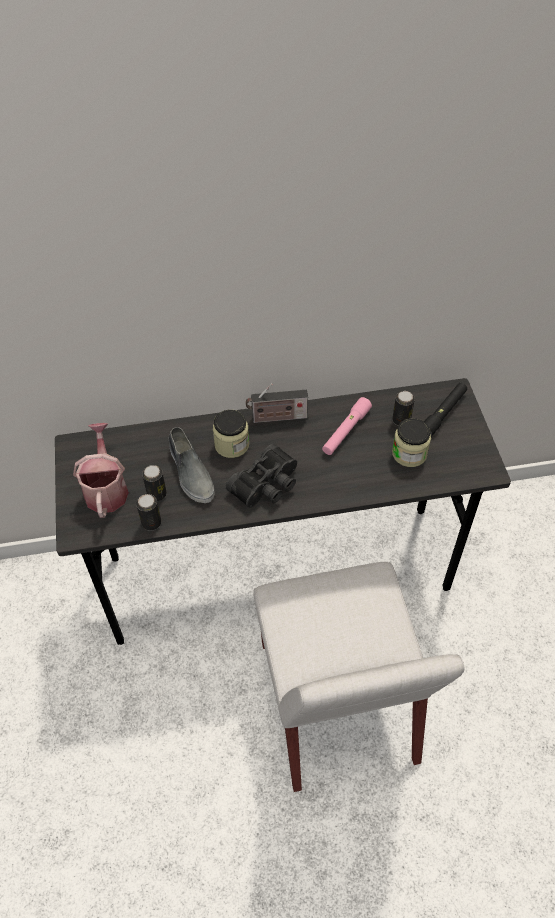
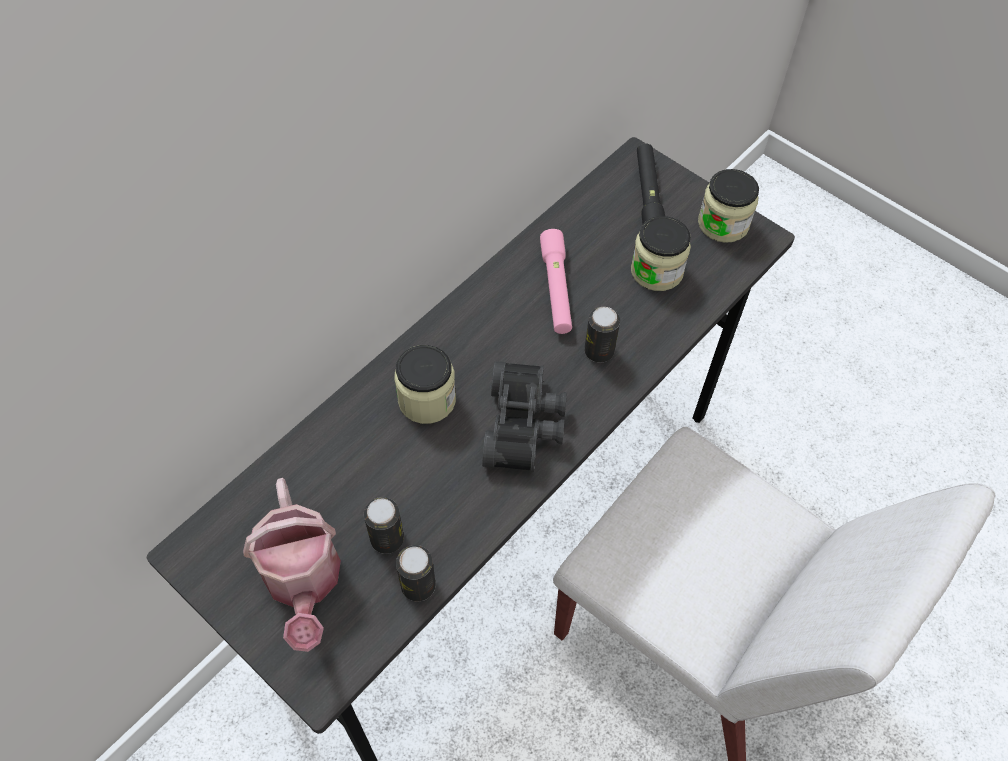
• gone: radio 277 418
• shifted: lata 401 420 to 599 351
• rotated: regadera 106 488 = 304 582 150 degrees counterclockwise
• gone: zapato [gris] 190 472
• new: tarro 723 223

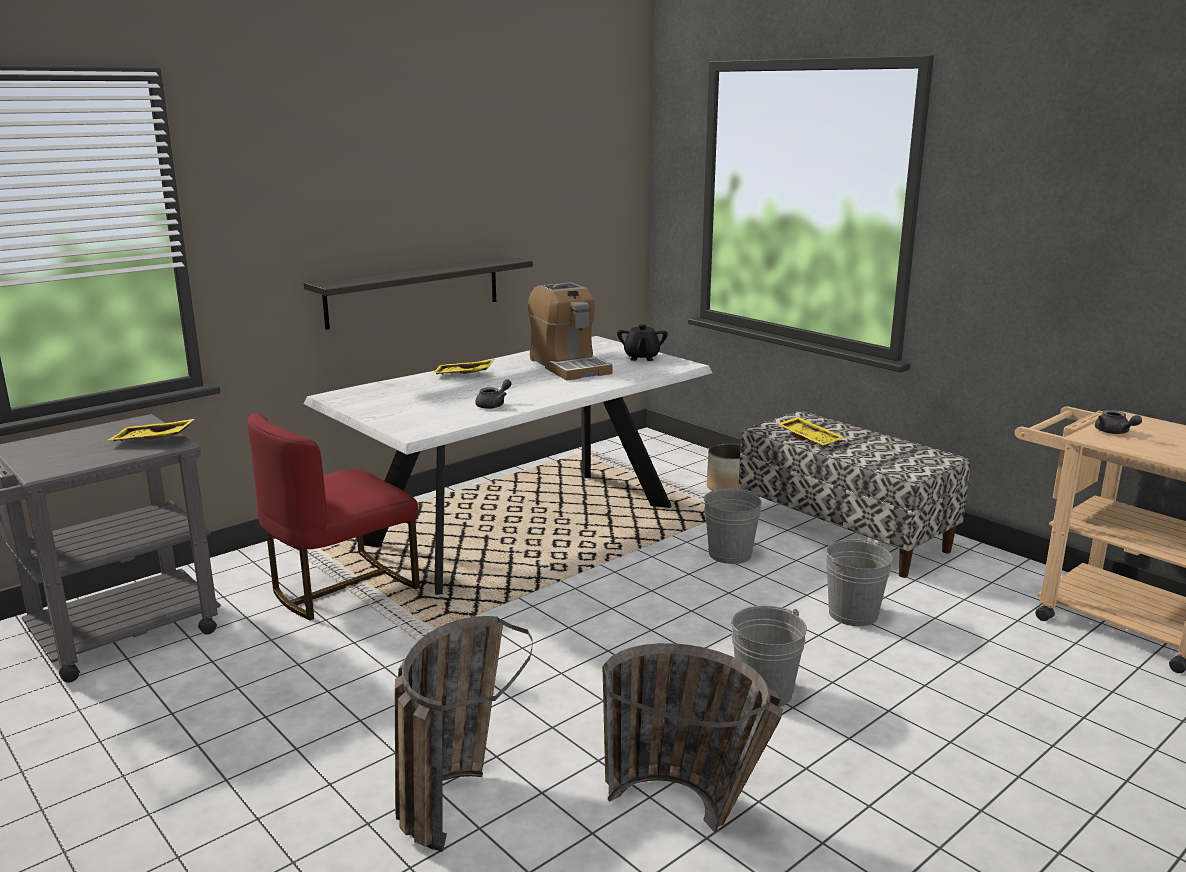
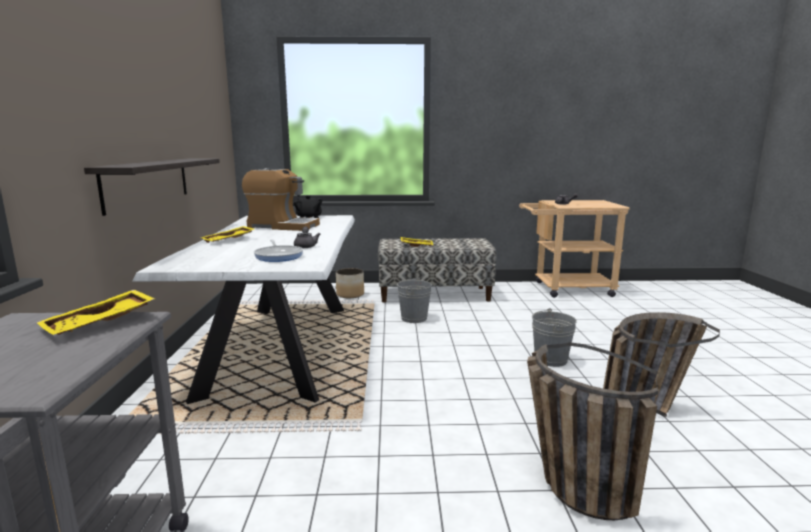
• gone: silla [rojo] 341 587
• gone: cubo [gris] 853 614
• new: sartén 279 256

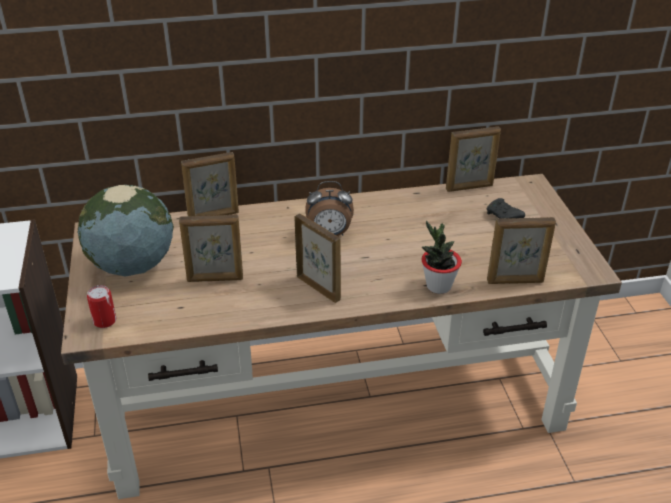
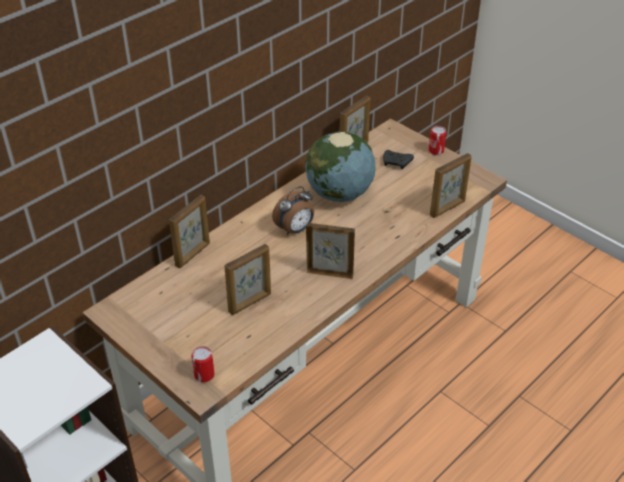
• shifted: globo terráqueo 132 266 to 339 194
• gone: planta en maceta 438 286
• new: lata 436 150

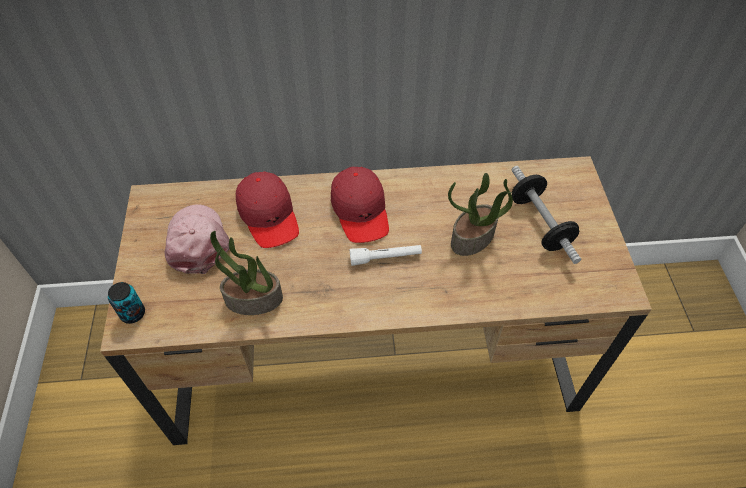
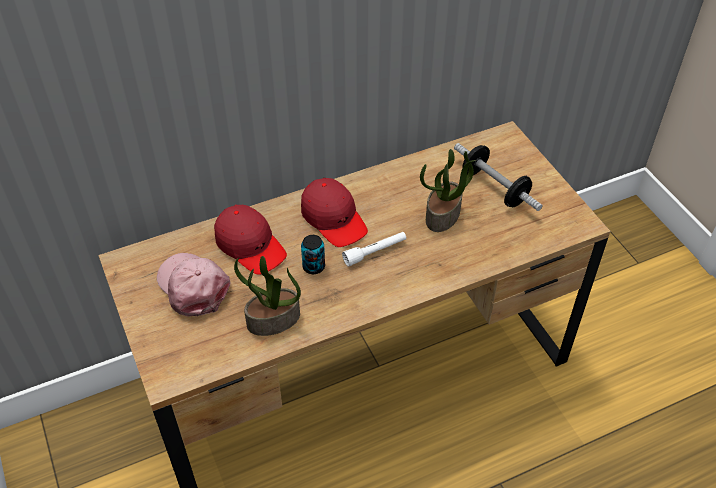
• shifted: lata 133 313 to 313 267

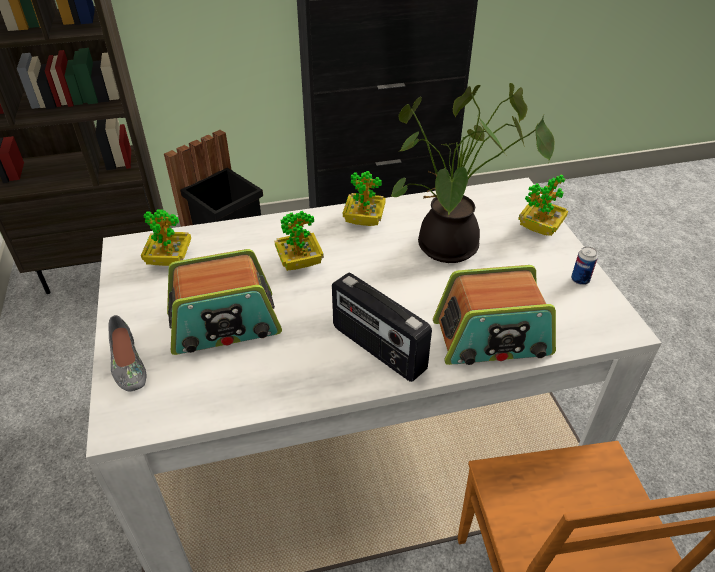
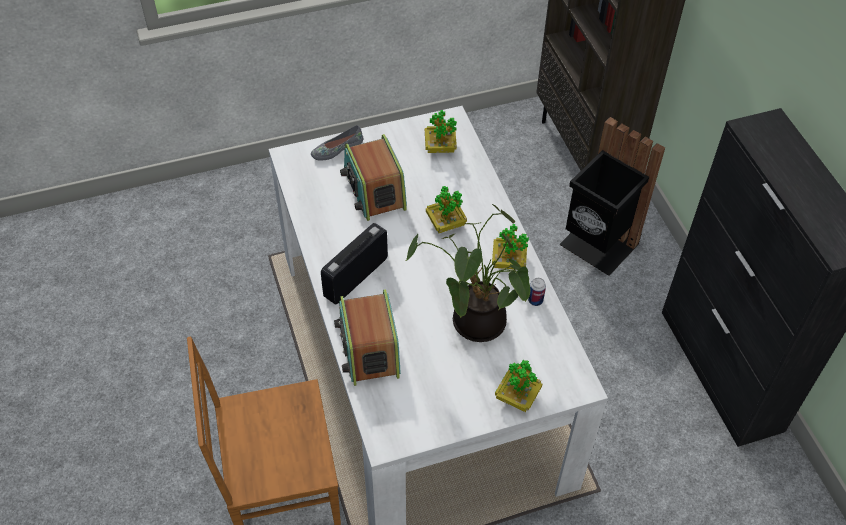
• shifted: lata 580 280 to 535 300

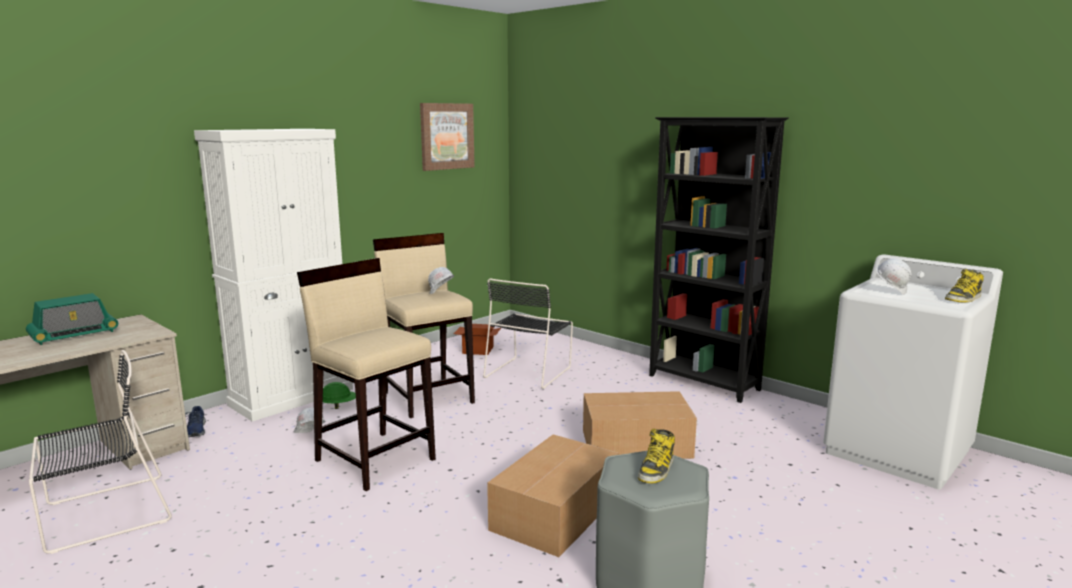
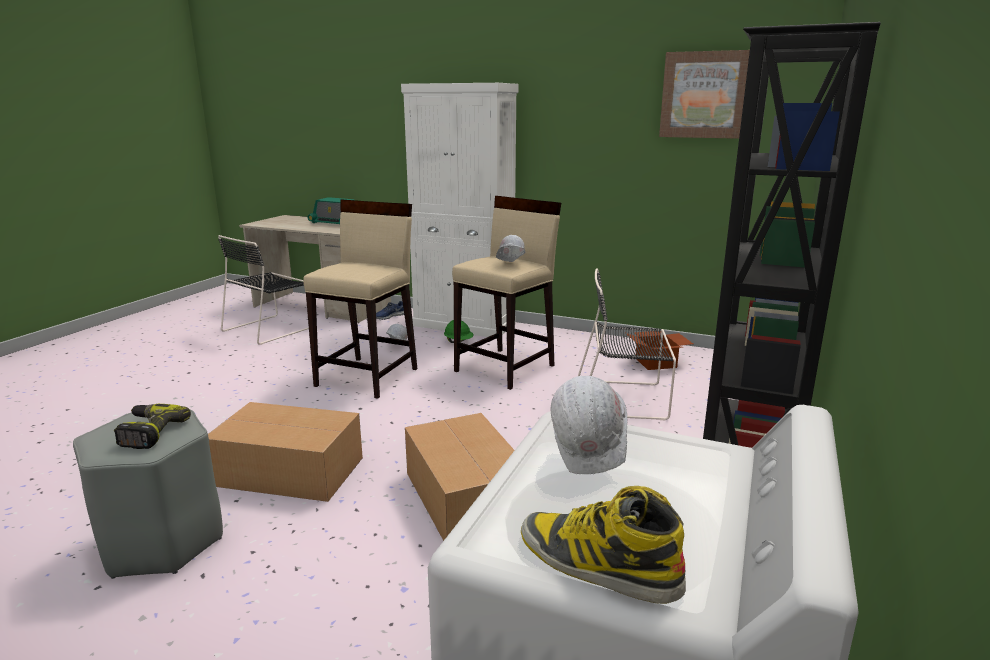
• rotated: silla [negro] 102 514 = 271 328 90 degrees clockwise
• swapped: bota 656 469 to taladro 148 433

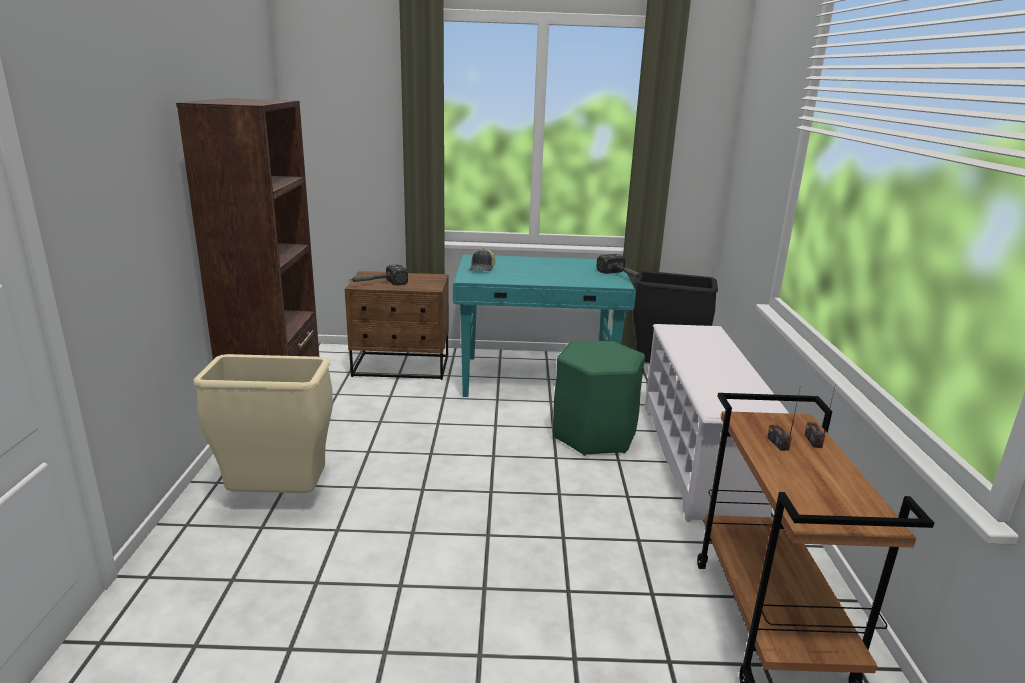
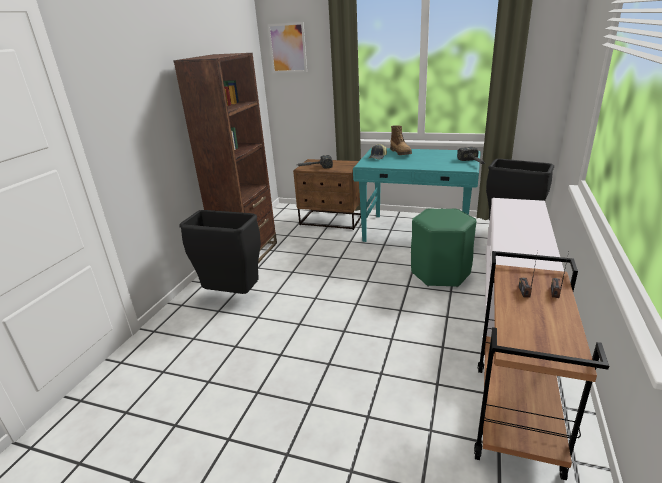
• repainted: papelera [beis] 278 498 to papelera [negro] 233 295
• new: cuadro 287 48
• new: bota 401 152

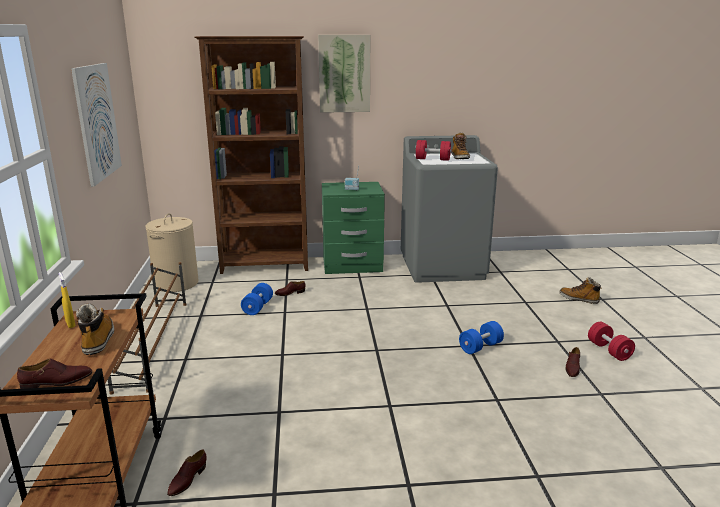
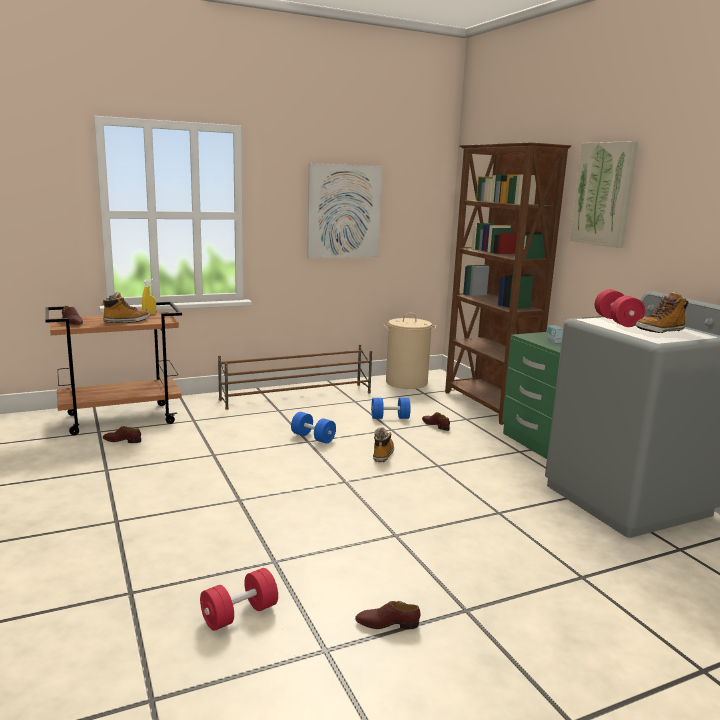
• shifted: bota 579 299 to 383 454
• shifted: mancuerna [azul] 480 347 to 313 438
• shifted: mancuerna [rojo] 609 350 to 239 614

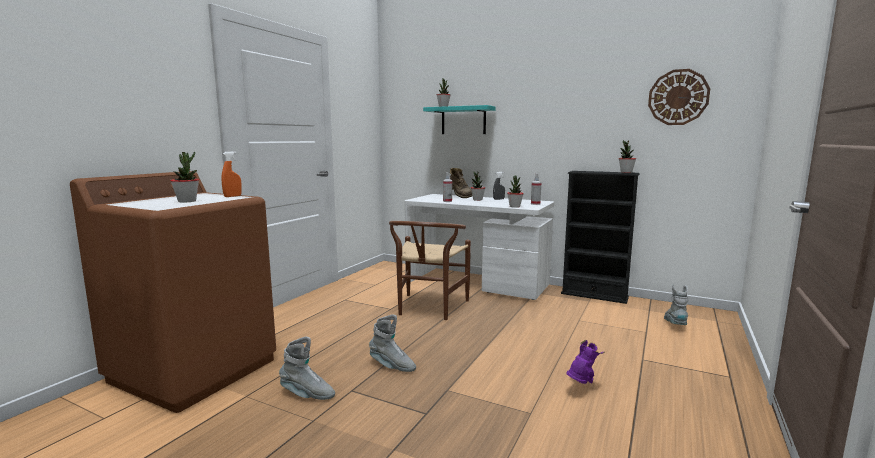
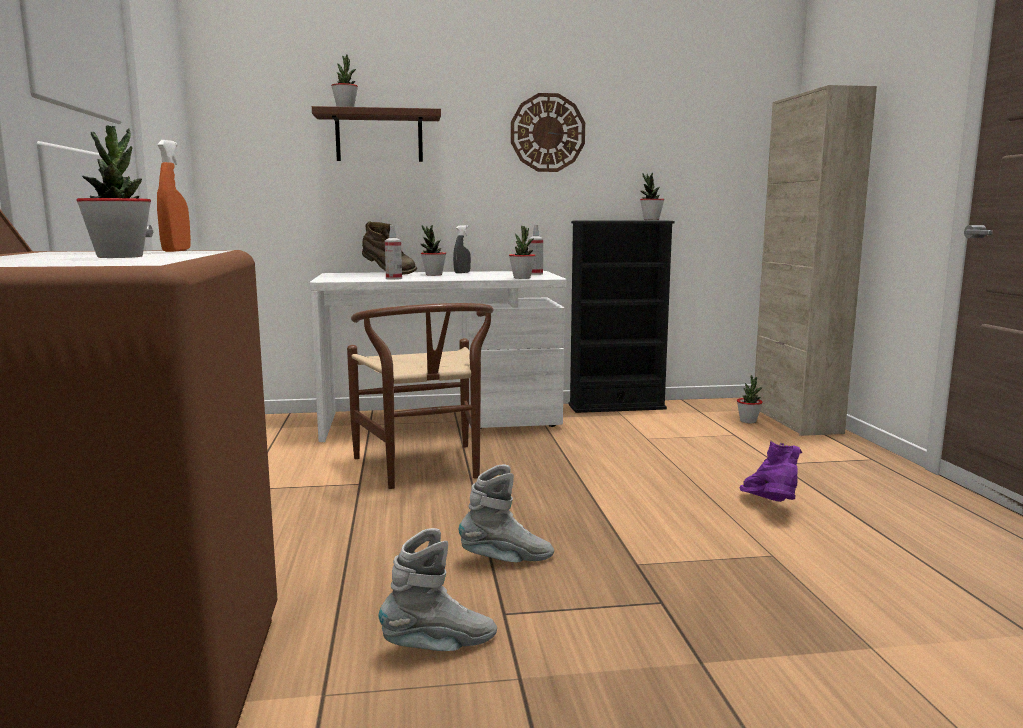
• shifted: reloj de pared 678 97 to 547 133
• repainted: estante [turquesa] 463 120 to estante [marrón] 379 137
• swapped: bota [gris] 675 325 to planta en maceta 748 421
• new: armario [beis] 795 420

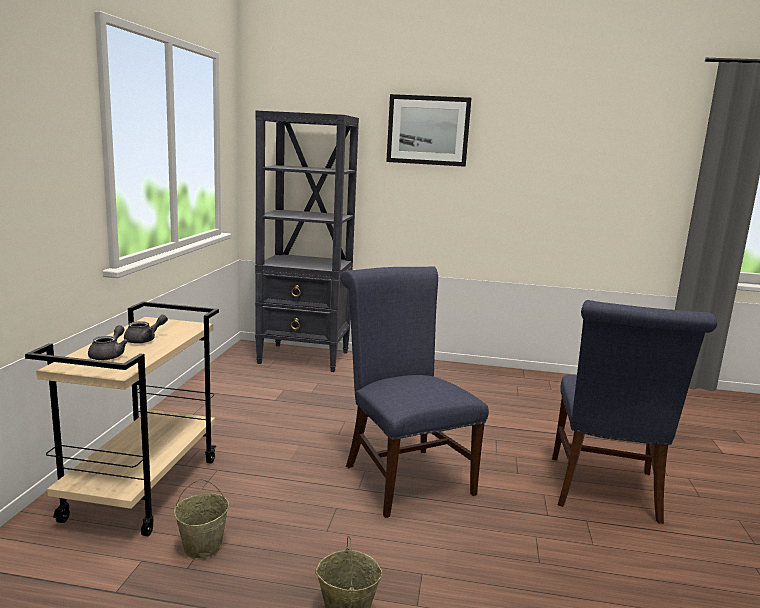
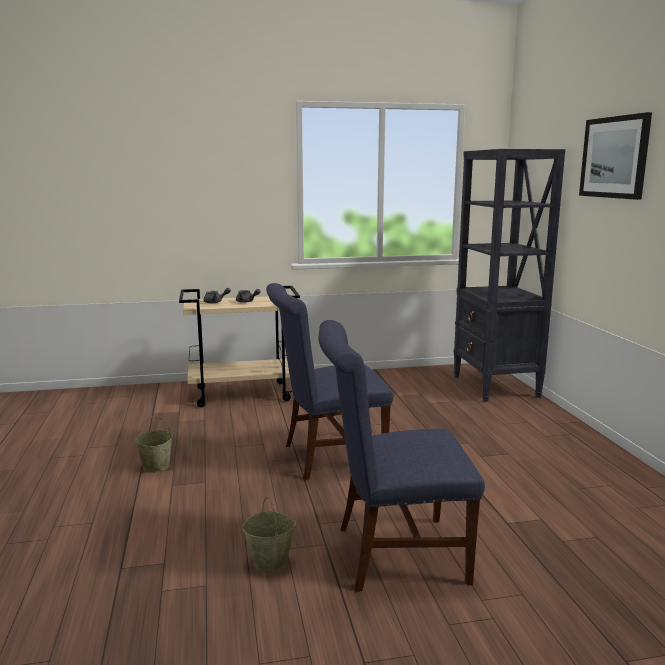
• rotated: silla [azul] 403 476 = 327 457 150 degrees counterclockwise
• shifted: cubo [beis] 203 547 to 271 561

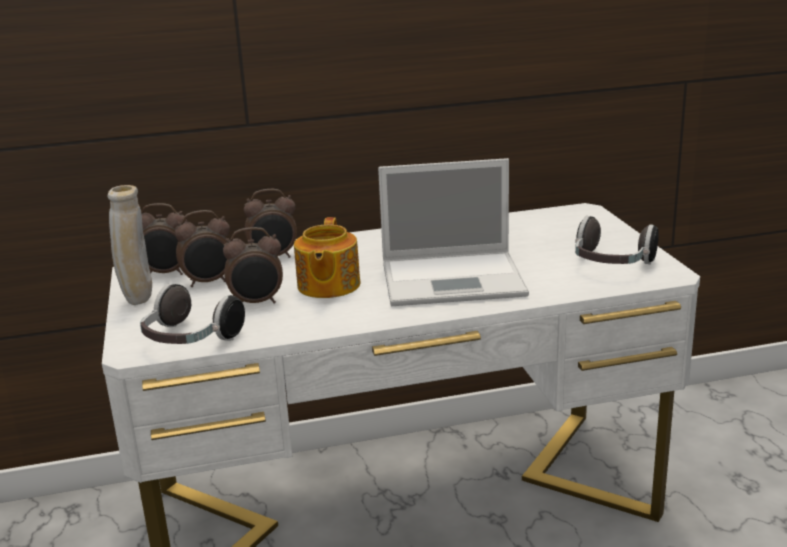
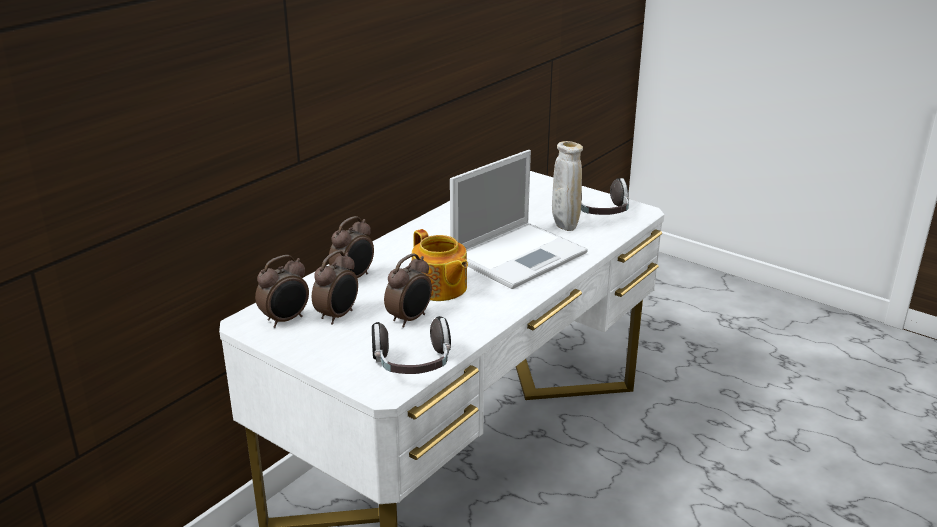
• shifted: florero [beis] 138 300 to 564 228

